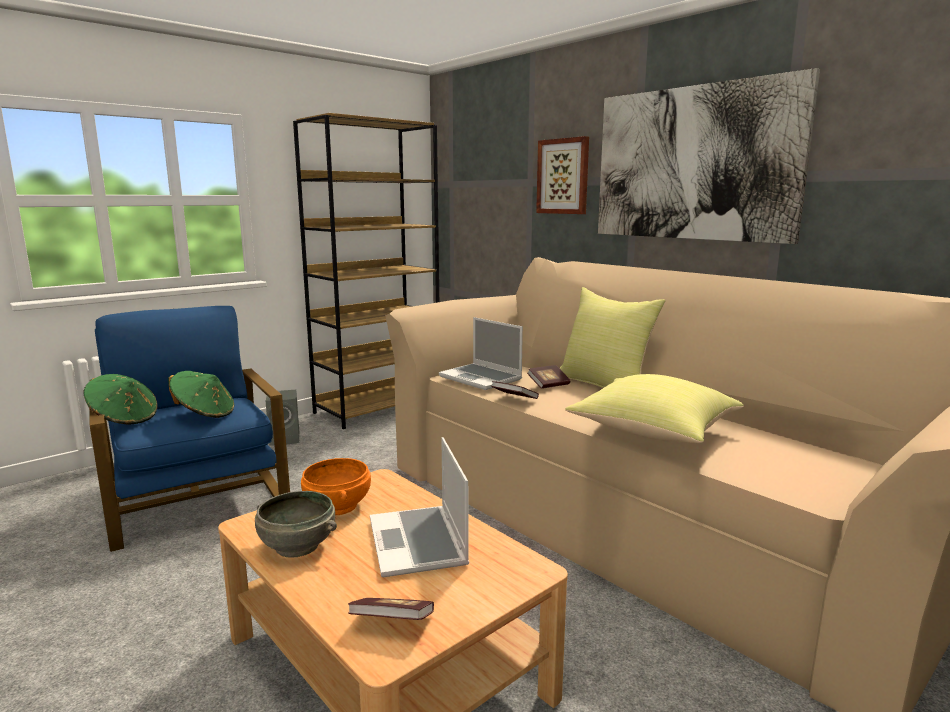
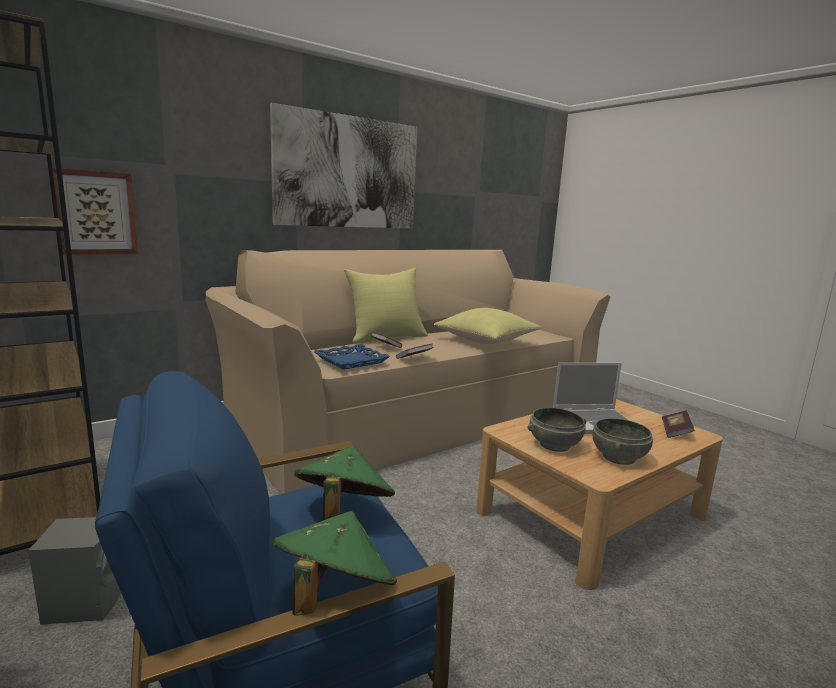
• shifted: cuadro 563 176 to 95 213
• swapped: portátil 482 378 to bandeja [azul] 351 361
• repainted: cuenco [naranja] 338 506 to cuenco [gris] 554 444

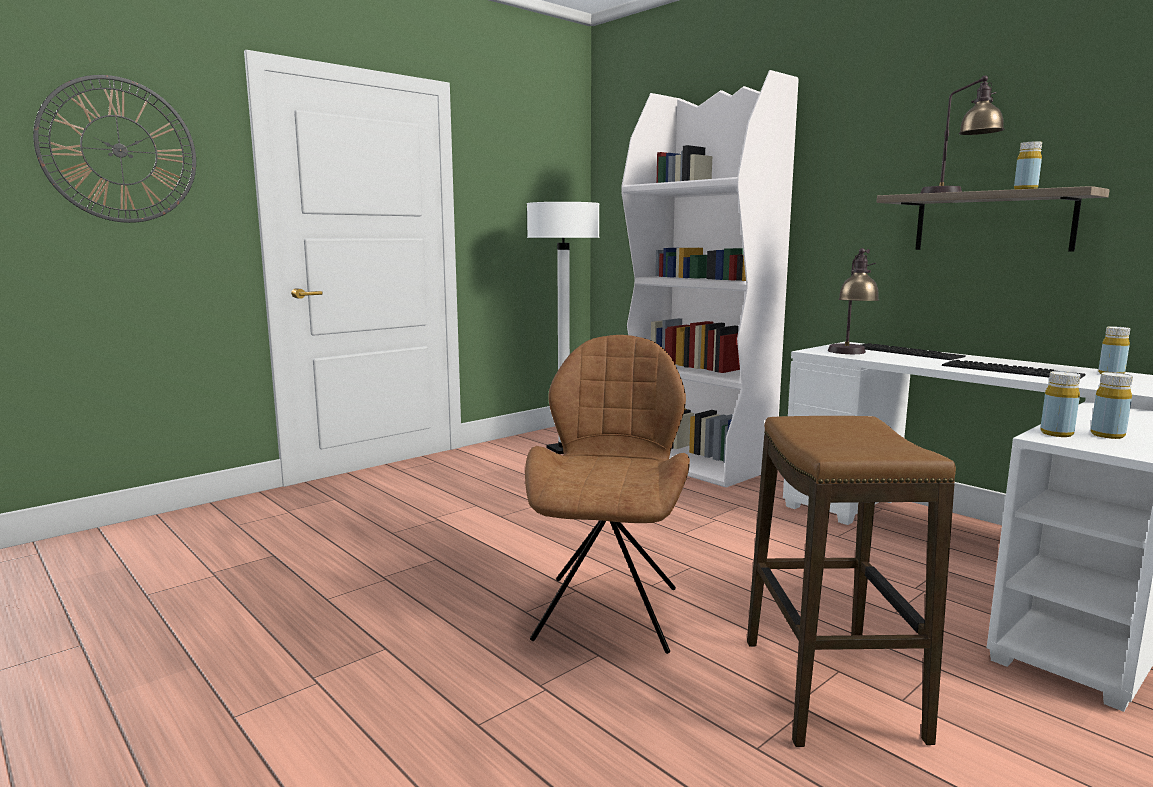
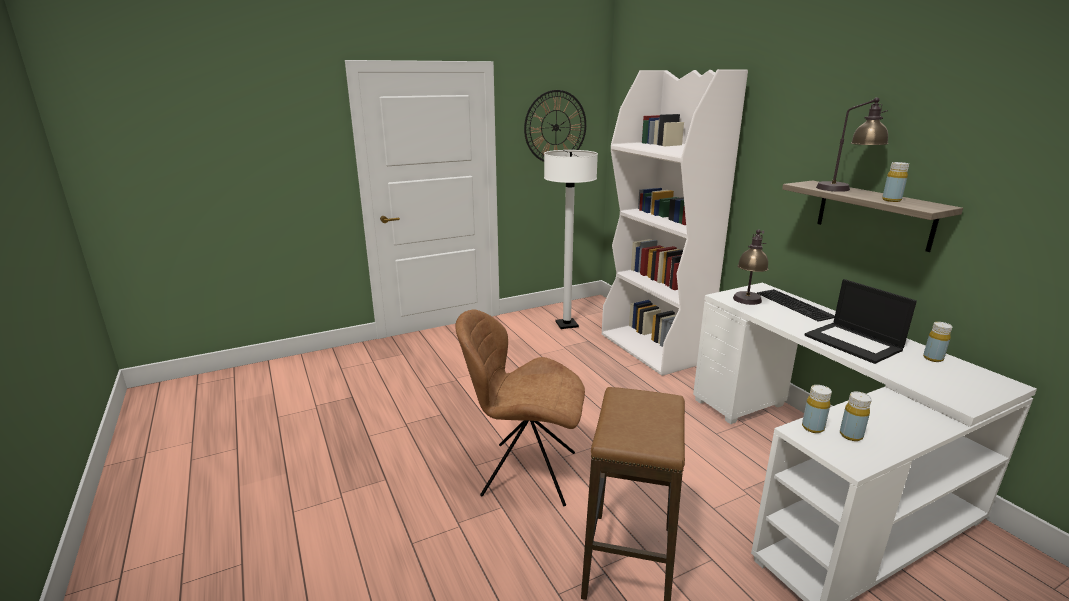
• shifted: reloj de pared 119 150 to 555 127
• rotated: silla [marrón] 609 610 = 525 473 105 degrees counterclockwise
• swapped: teclado 1012 370 to portátil 854 343

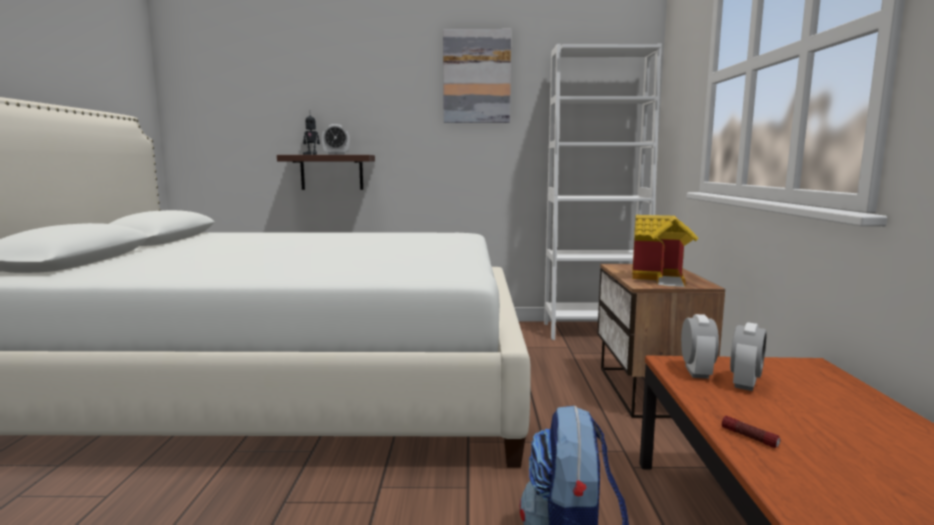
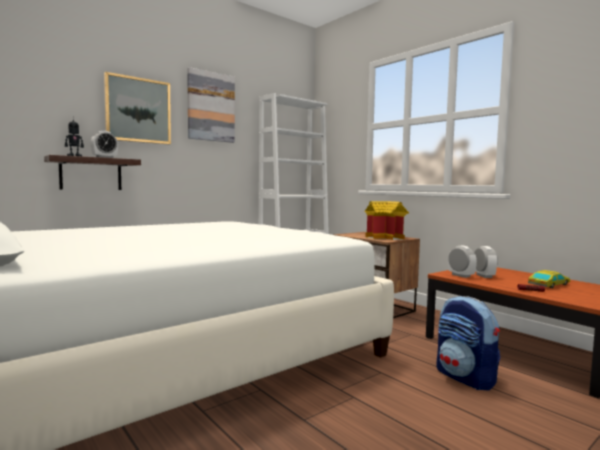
• new: cuadro 138 110
• new: coche de juguete 548 285

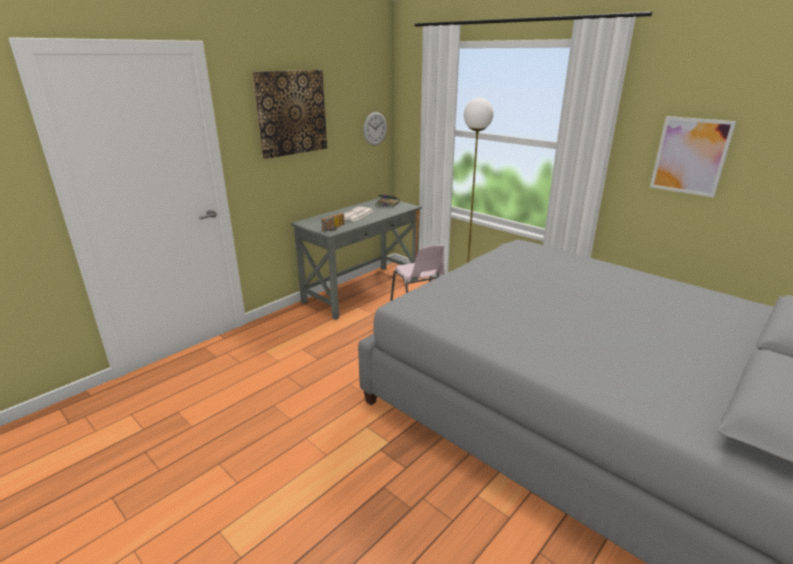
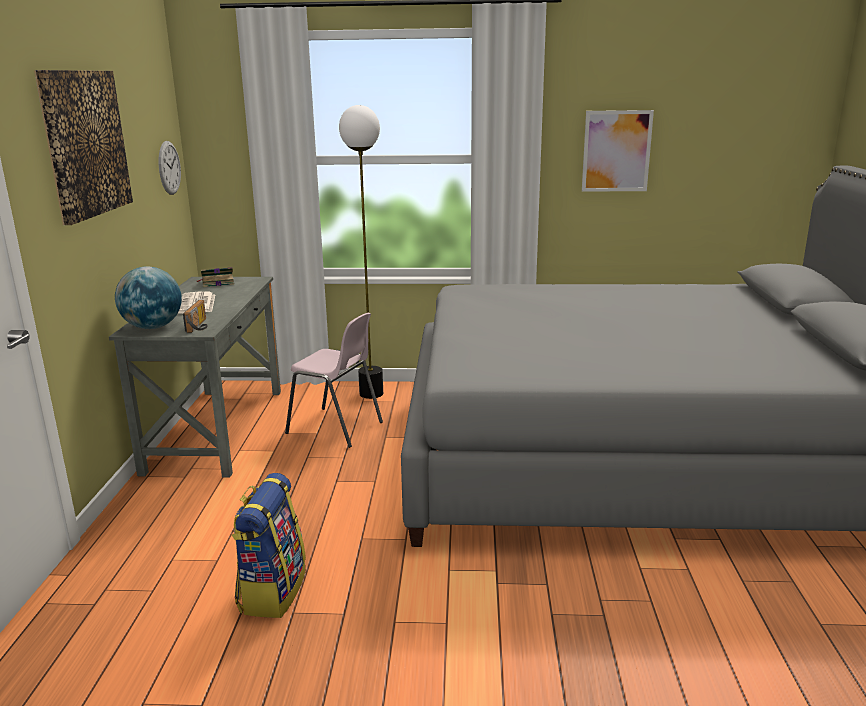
• new: globo terráqueo 153 327
• new: mochila 272 591

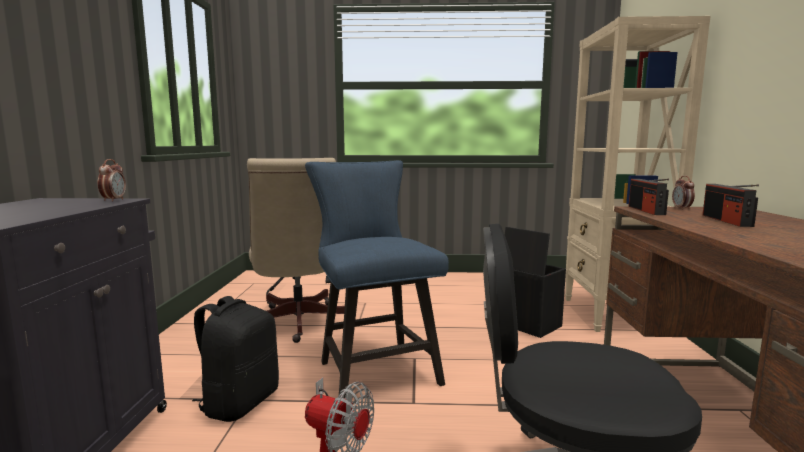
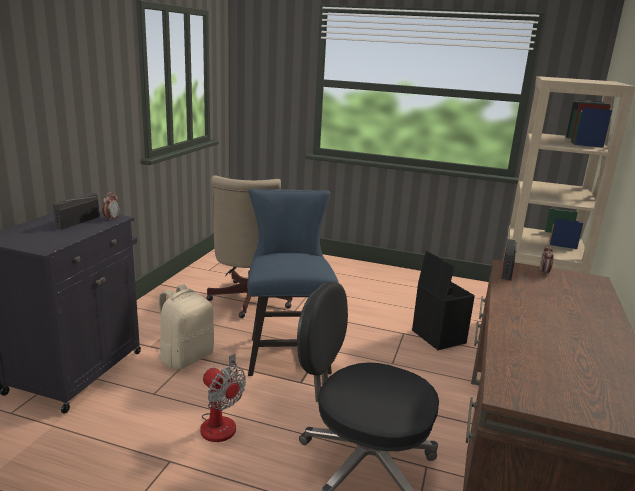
• shifted: radio 726 220 to 78 222
• repainted: mochila [negro] 239 402 to mochila [beis] 186 357

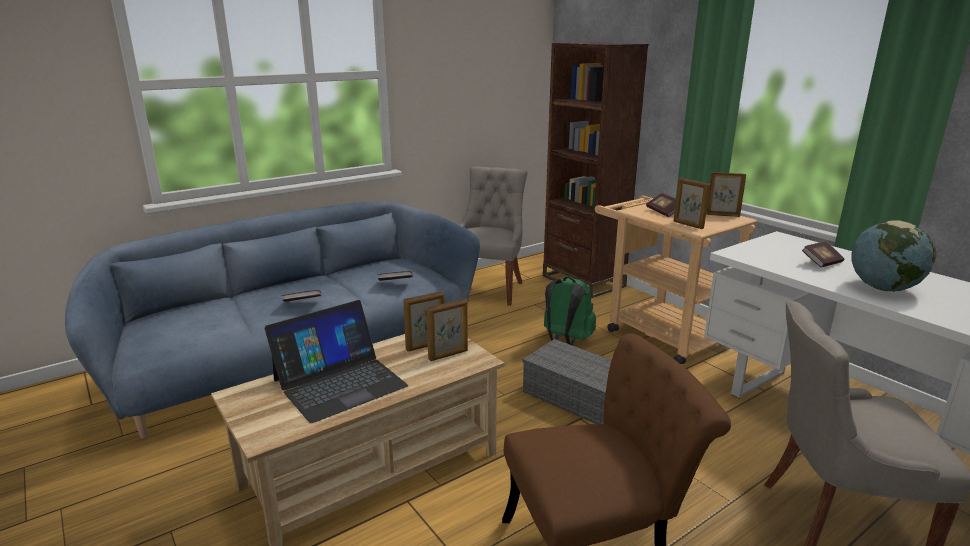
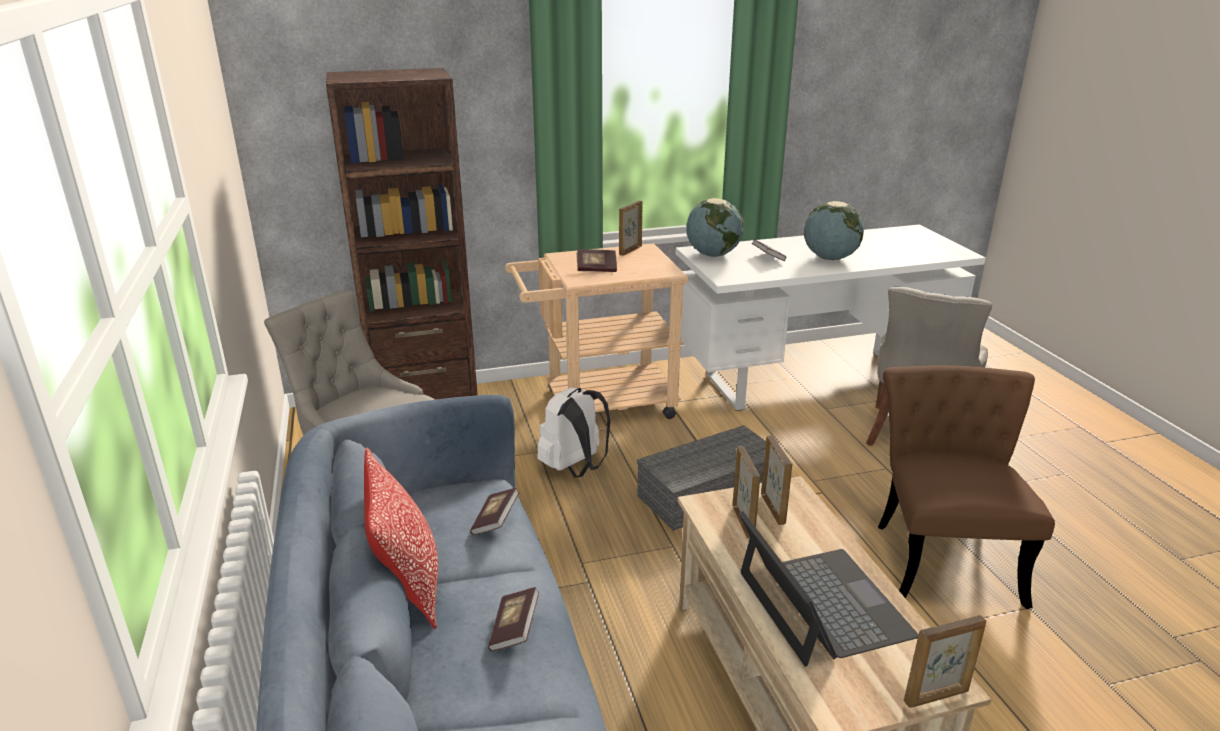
• shifted: portarretratos 688 225 to 937 697
• repainted: mochila [verde] 566 341 to mochila [blanco] 575 468
• new: globo terráqueo 713 254
• new: cojín 408 585

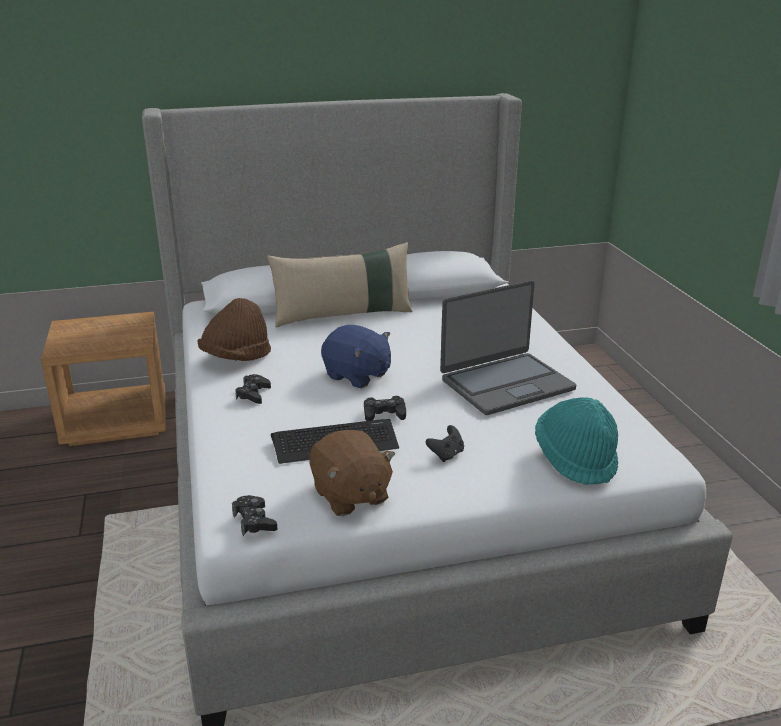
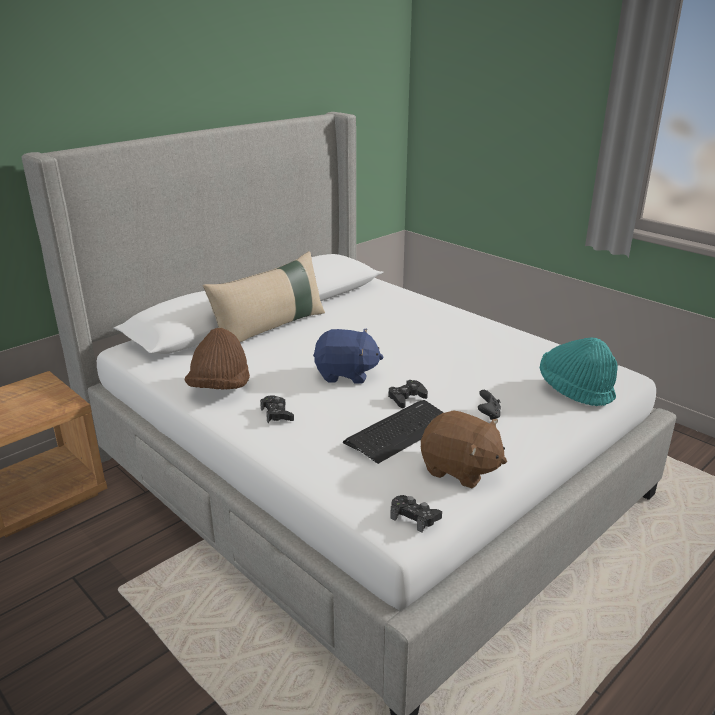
• gone: portátil 506 384

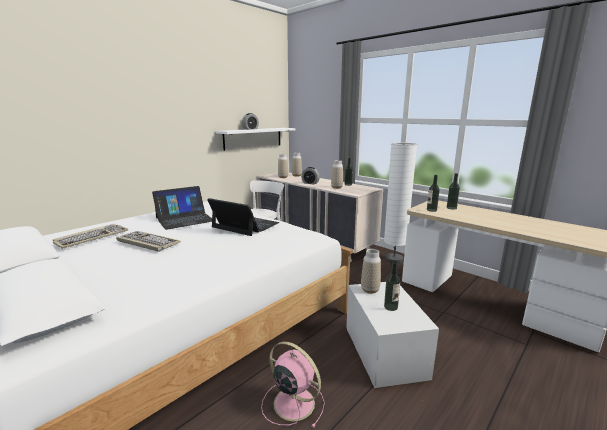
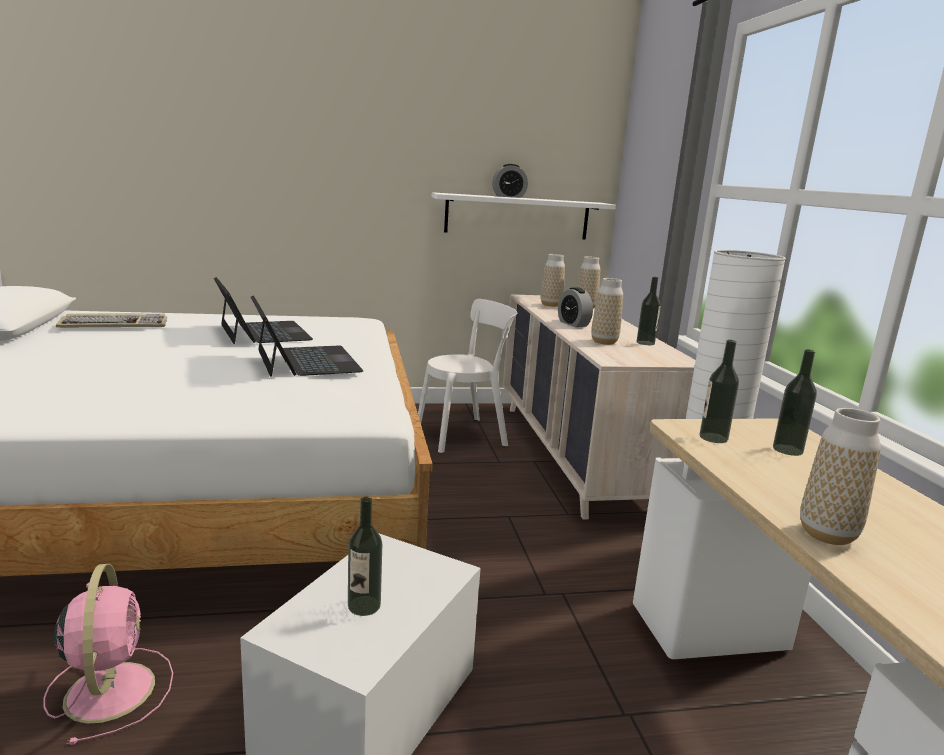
• rotated: portátil 184 219 = 263 332 120 degrees counterclockwise
• gone: teclado 147 243
• shifted: florero 370 290 to 827 534

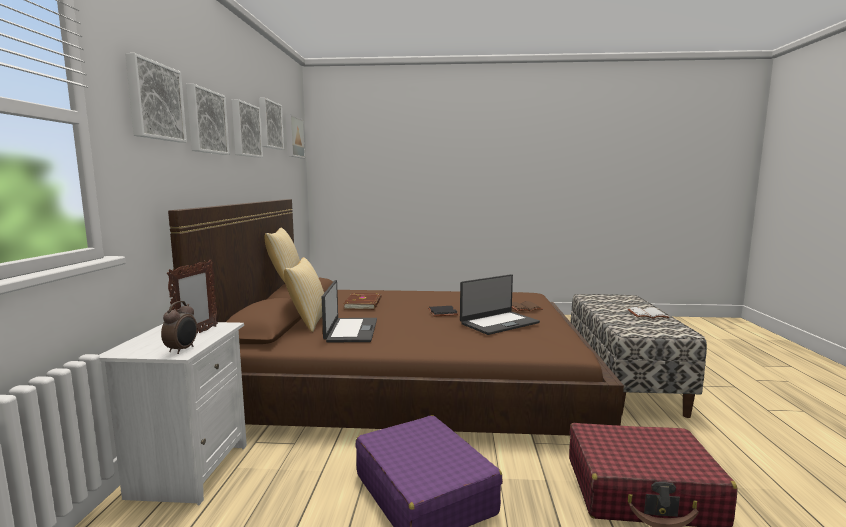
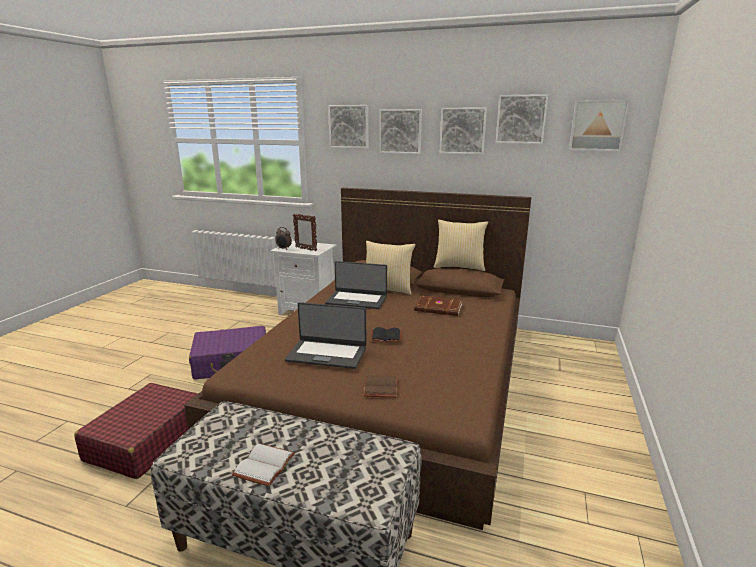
• rotated: portátil 498 323 = 327 354 60 degrees counterclockwise

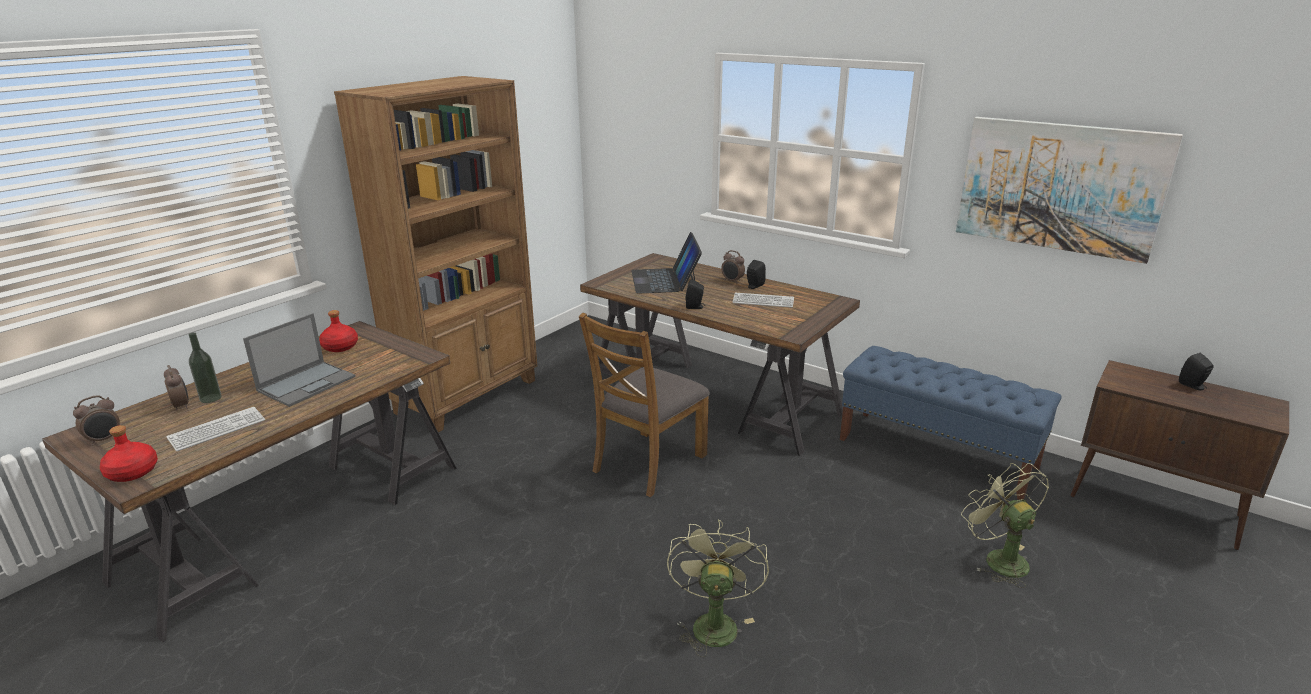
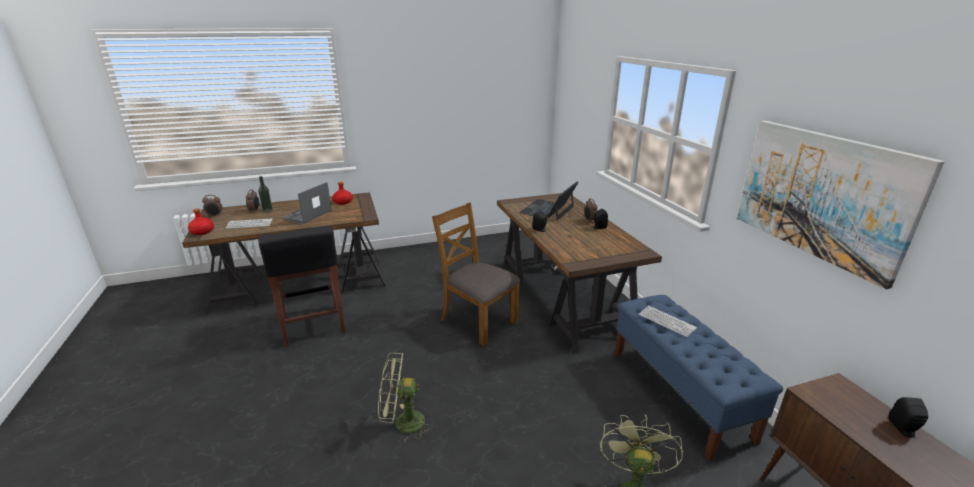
• gone: estantería [marrón] 469 396
• shifted: teclado 763 301 to 666 322
• rotated: portátil 307 383 = 306 215 135 degrees clockwise
• rotated: silla [marrón] 648 463 = 477 320 60 degrees clockwise
• rotated: ventilador [verde] 713 622 = 402 424 135 degrees counterclockwise
• new: taburete [negro] 313 326

